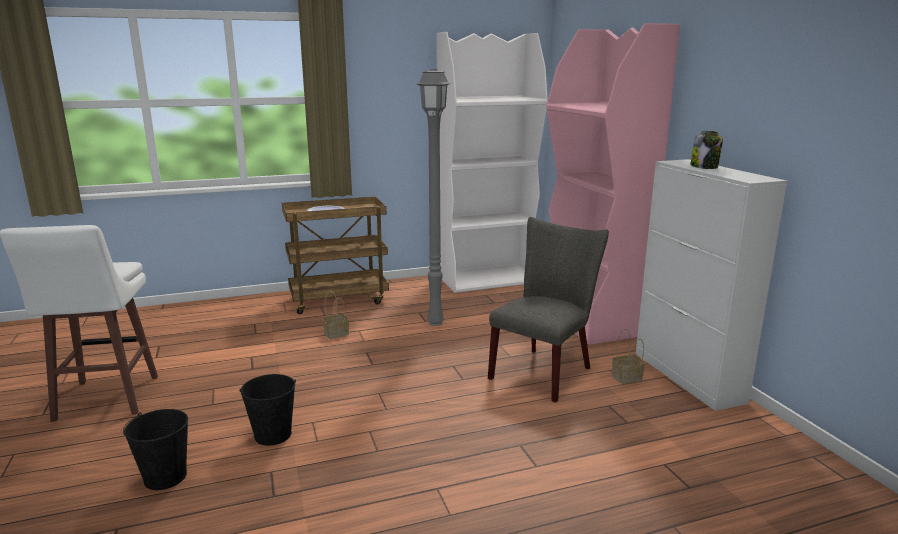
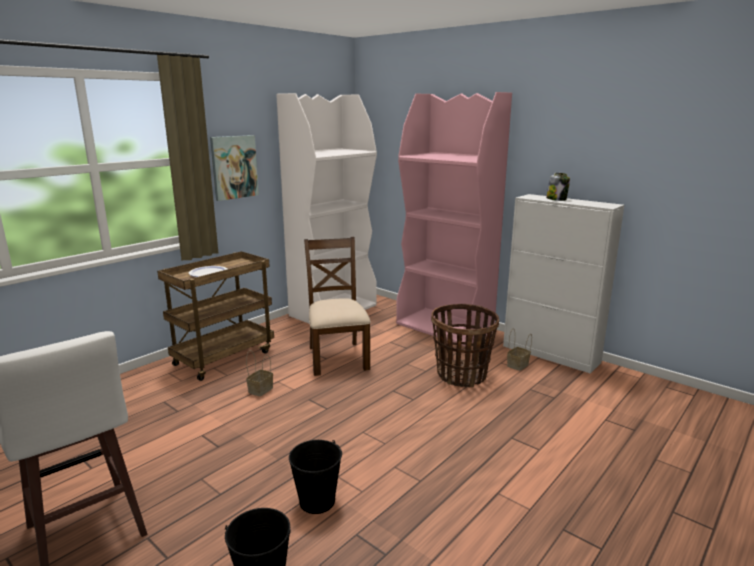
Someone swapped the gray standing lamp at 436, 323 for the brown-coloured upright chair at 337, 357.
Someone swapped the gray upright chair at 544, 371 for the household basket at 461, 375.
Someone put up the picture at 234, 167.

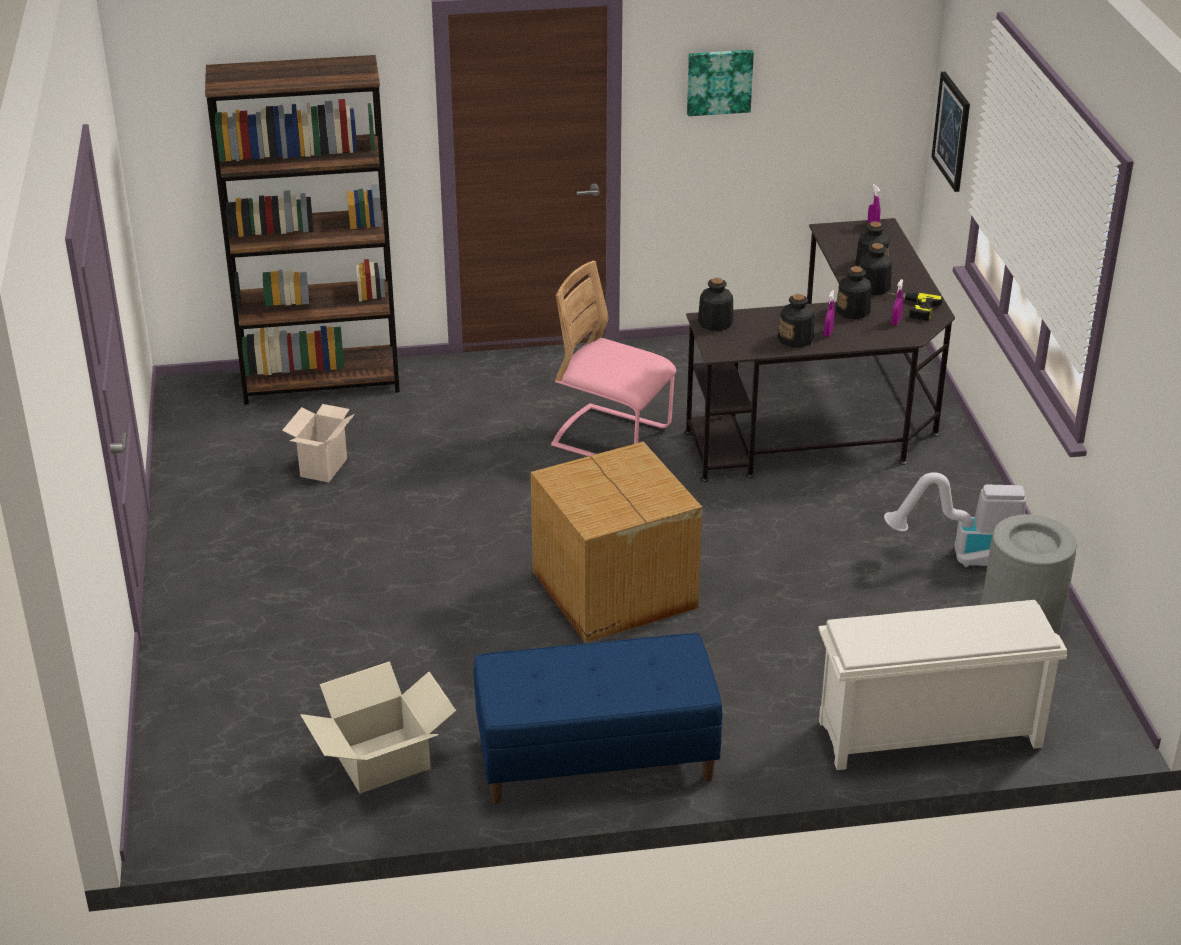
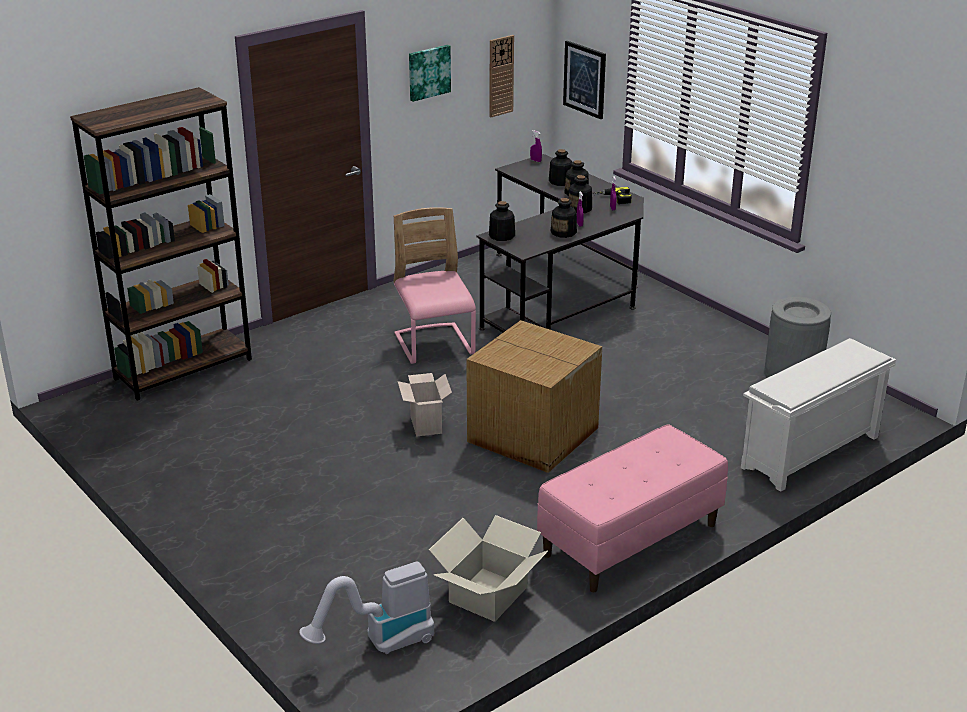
Someone carried the cardboard box from 323, 466 to 424, 424.
Someone repainted the blue-coloured bench at 595, 760, which became the pink-coloured bench at 630, 540.
Someone rotated the pink-coloured upright chair at 611, 438 by 75 degrees clockwise.
Someone carried the vacuum cleaner from 962, 557 to 379, 644.
Someone put up the hanging clock at 500, 76.

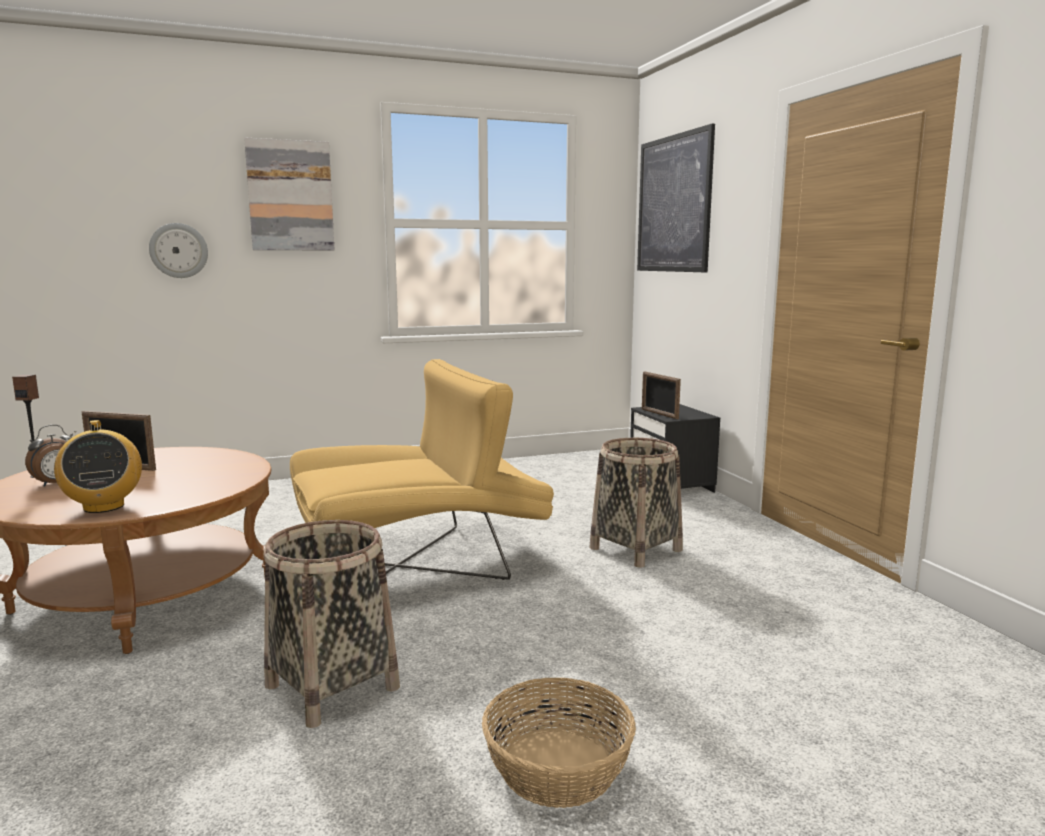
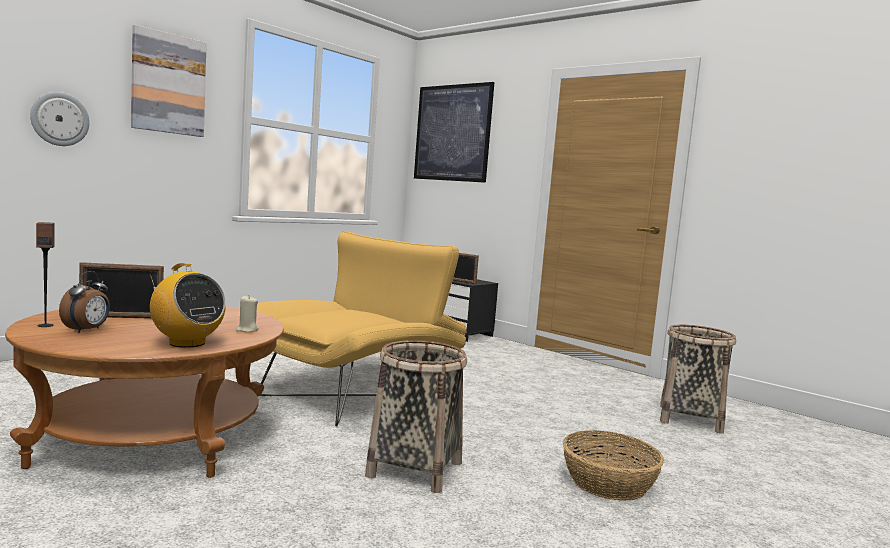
Someone carried the household basket from 636, 549 to 690, 419.
Someone put down the beige wax candle at 247, 330.

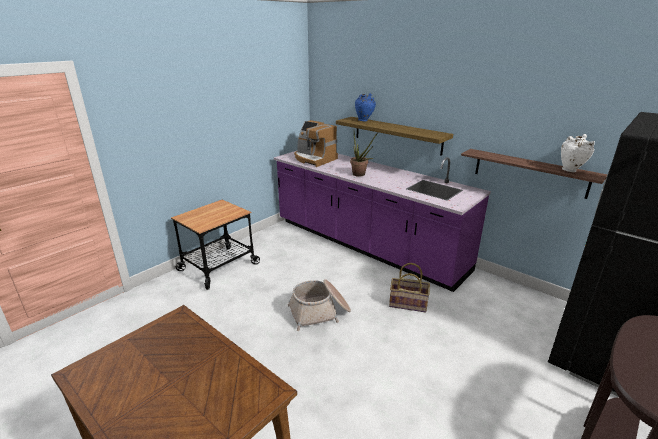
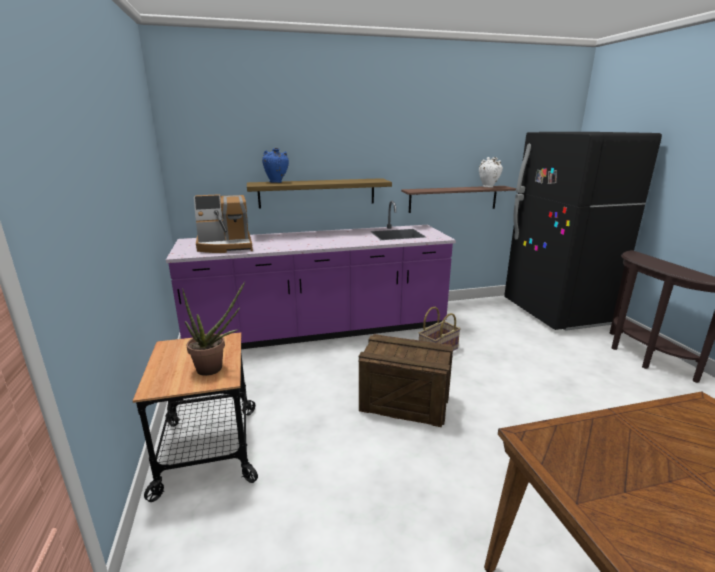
Someone swapped the household basket at 320, 312 for the crate at 405, 403.
Someone carried the plant in a pot from 360, 175 to 215, 368.

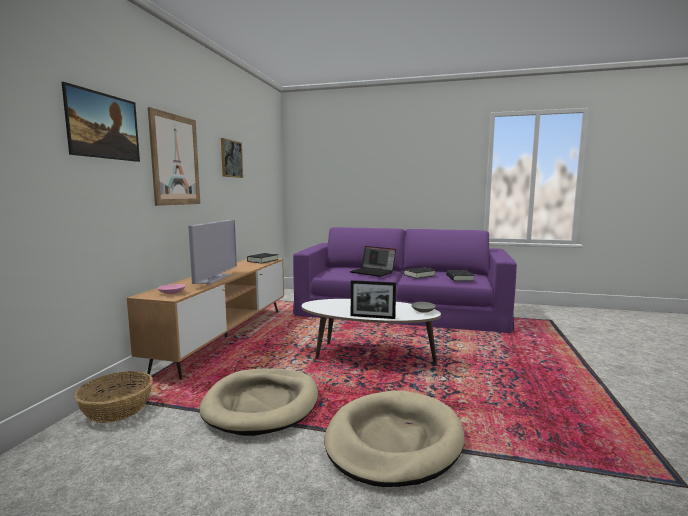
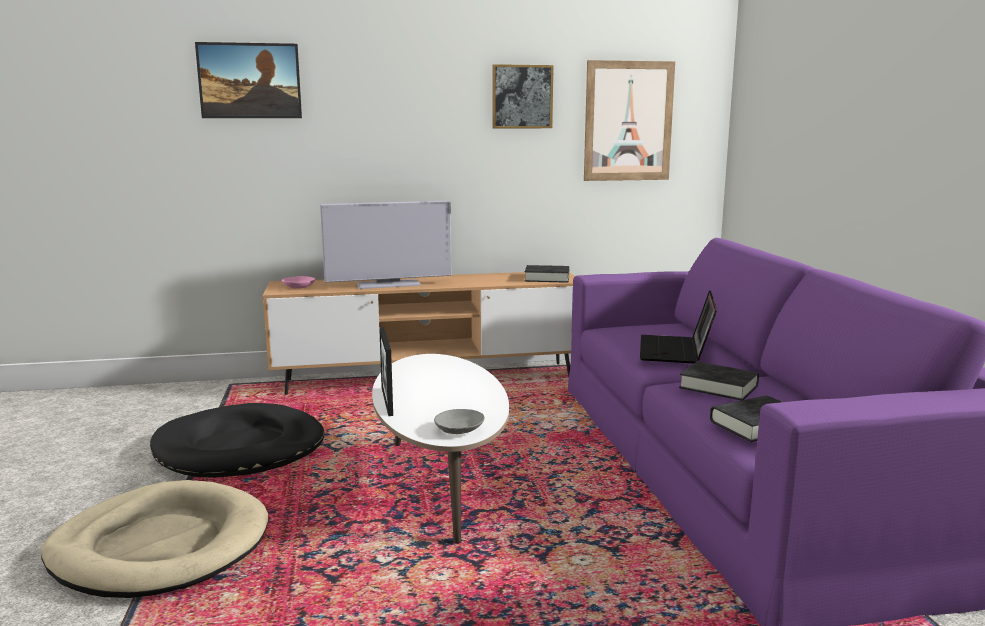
Someone took away the household basket at 116, 409.
Someone carried the picture from 175, 160 to 628, 121.
Someone repainted the beige pet bed at 262, 404, which became the black pet bed at 240, 448.

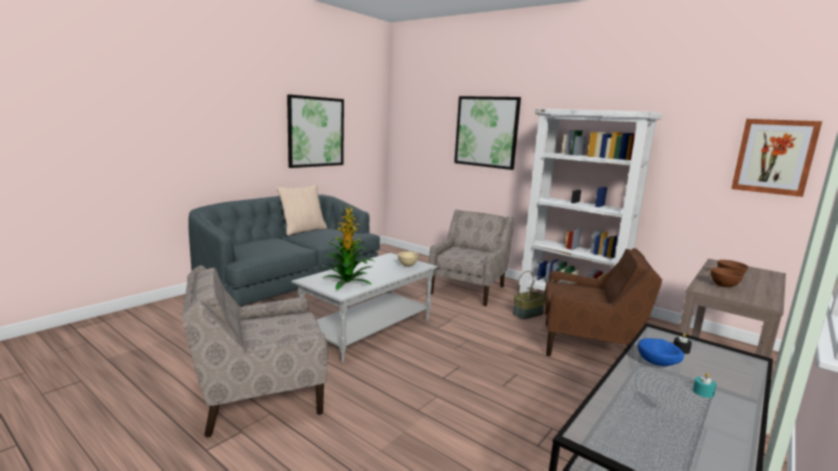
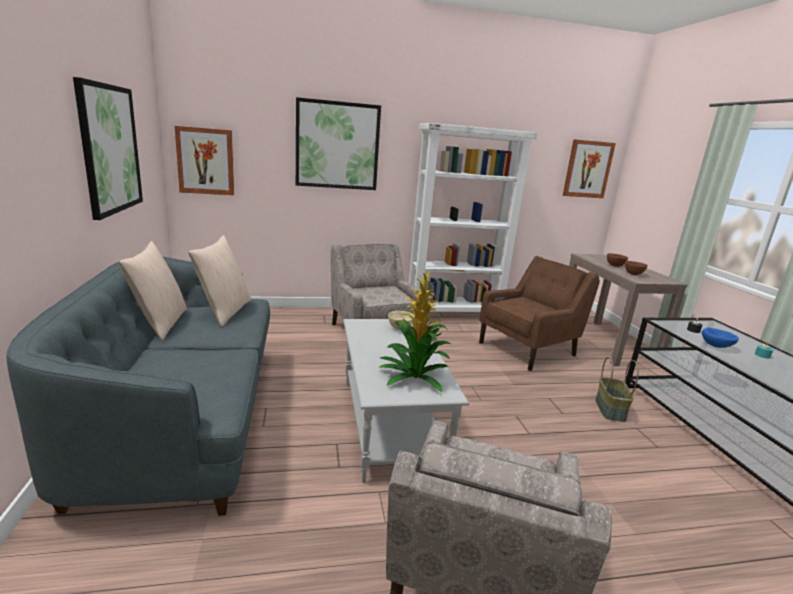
Someone carried the household basket from 528, 314 to 611, 410.
Someone put up the picture at 205, 161.
Someone put down the beige throw pillow at 224, 311.

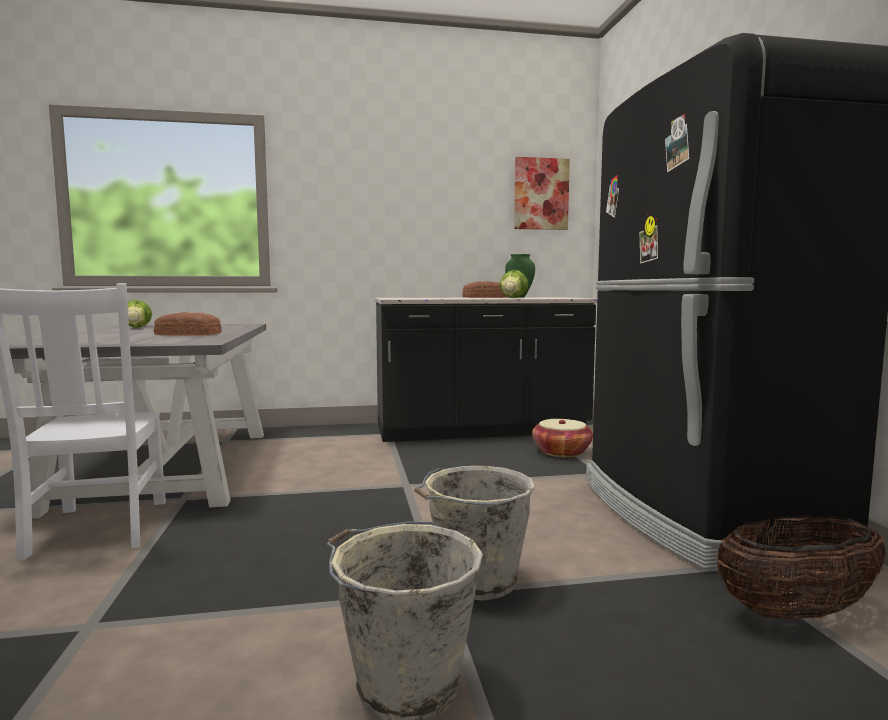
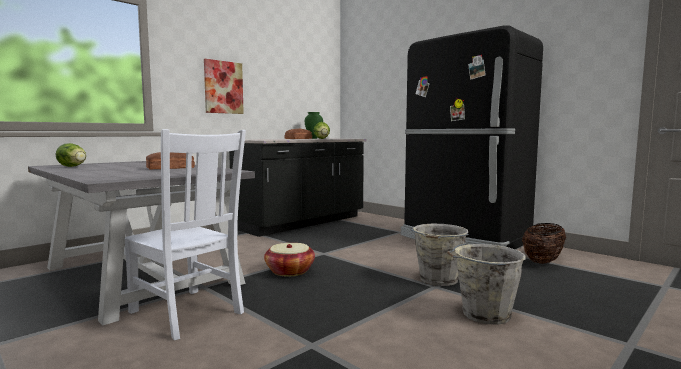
Someone carried the picture from 541, 194 to 223, 87.
Someone carried the household basket from 561, 452 to 290, 271.

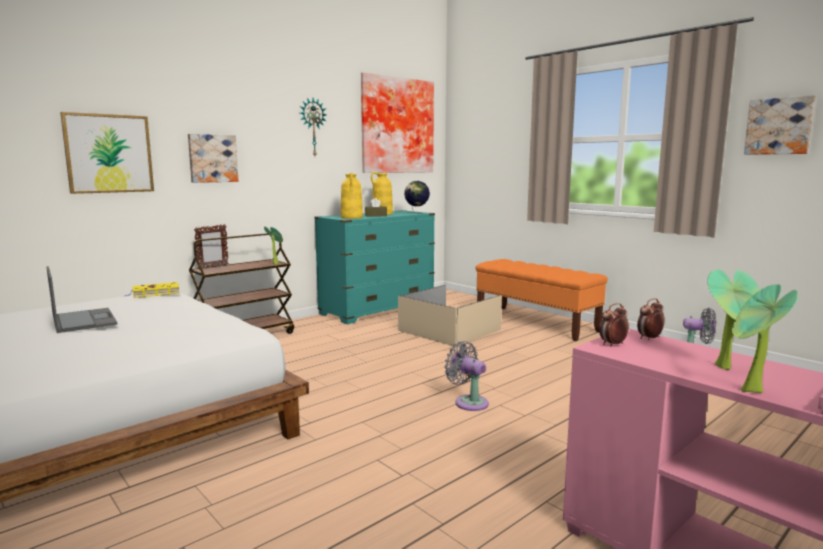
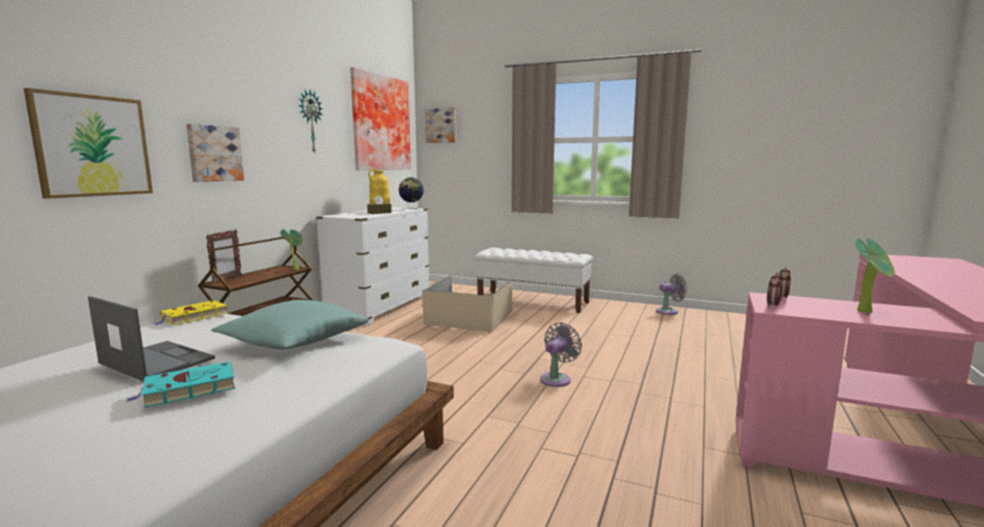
Someone repainted the blue-green chest of drawers at 378, 310, which became the white-coloured chest of drawers at 381, 307.
Someone took away the yellow-coloured vase at 352, 217.
Someone rotated the gray fan at 468, 402 by 105 degrees clockwise.
Someone repainted the orangey bench at 536, 323, which became the white-coloured bench at 533, 302.
Someone took away the plant in a pot at 751, 392.
Someone carried the picture from 779, 126 to 441, 125.
Someone put down the blue-green book at 187, 389.
Someone put down the blue-green throw pillow at 294, 342.

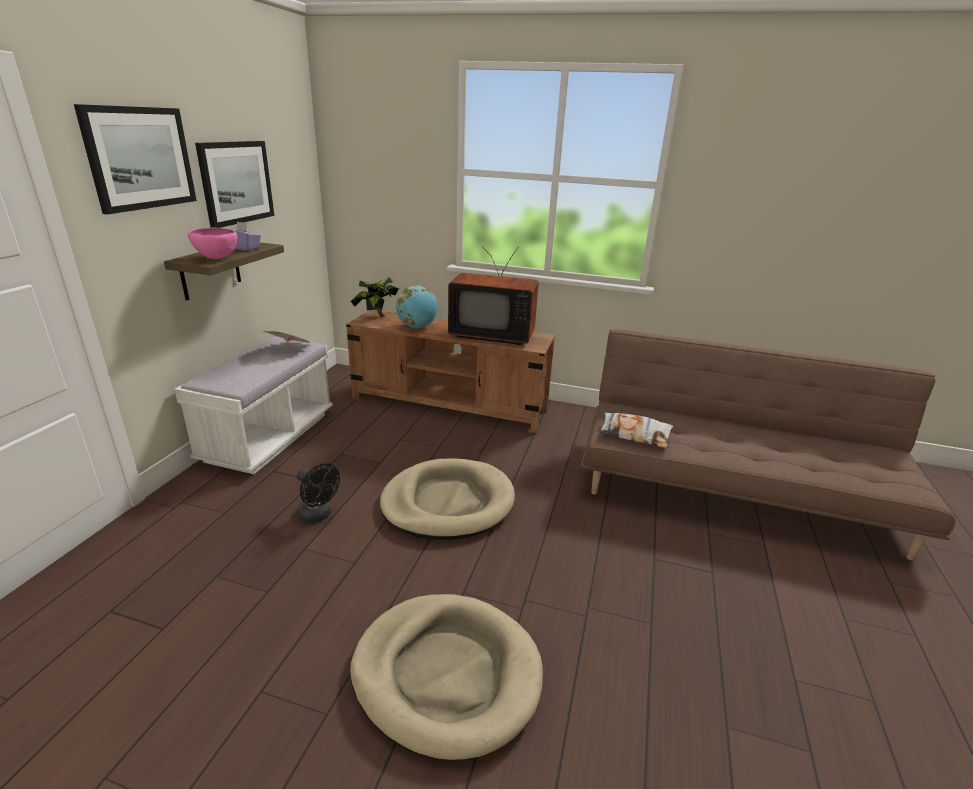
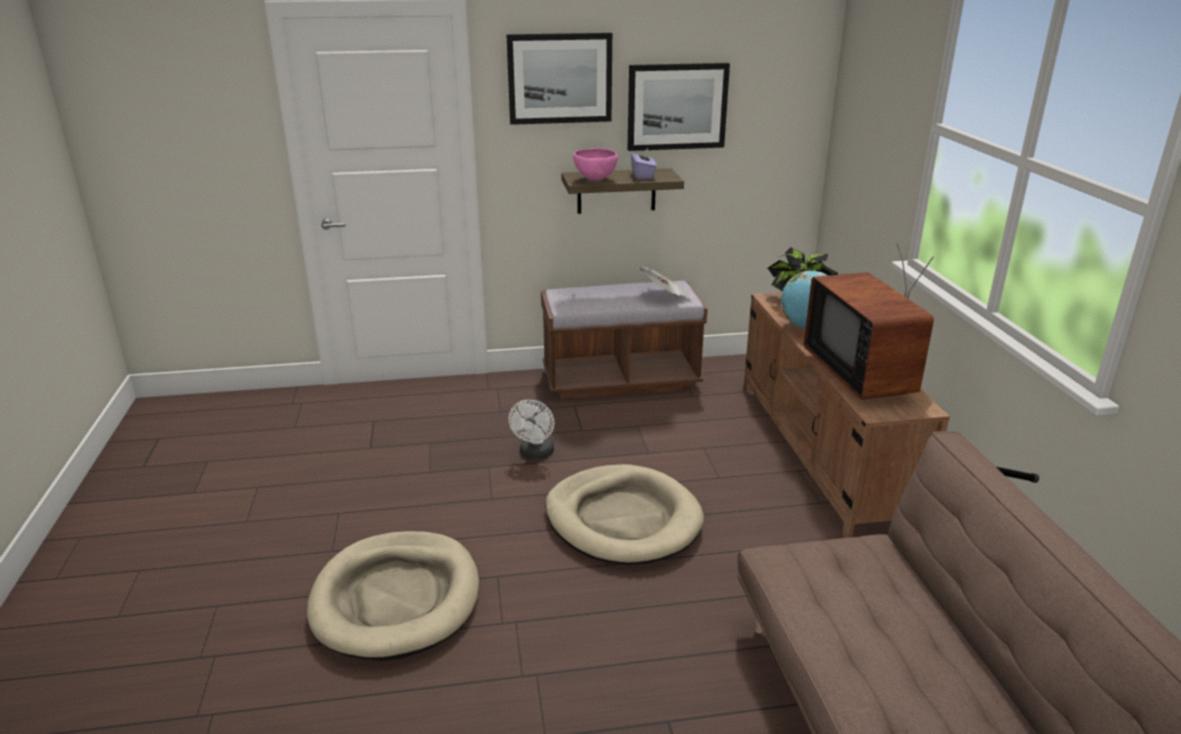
Someone repainted the white-coloured bench at 269, 437, which became the brown-coloured bench at 620, 380.
Someone repainted the black fan at 318, 515, which became the white-coloured fan at 535, 454.
Someone took away the throw pillow at 635, 434.

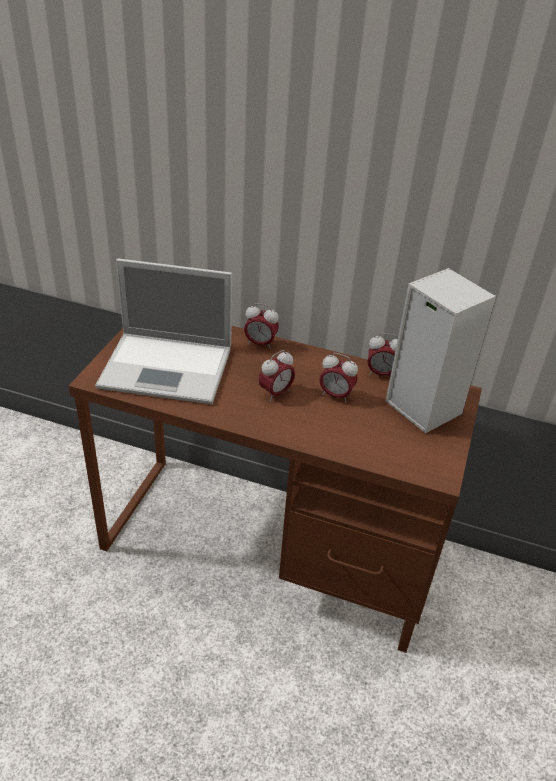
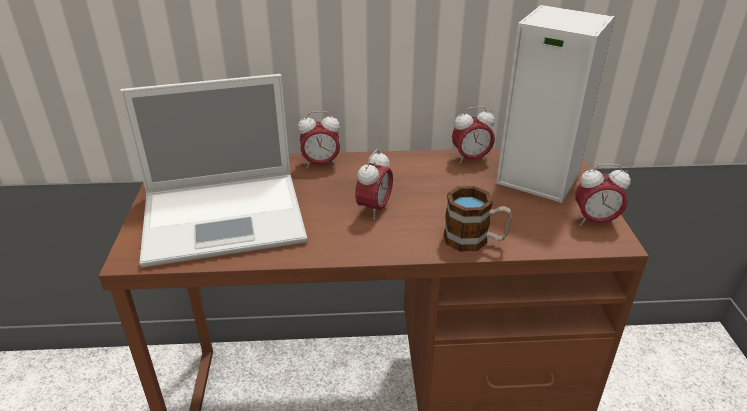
Someone carried the table clock from 335, 395 to 595, 221.
Someone put down the mug at 475, 240.

